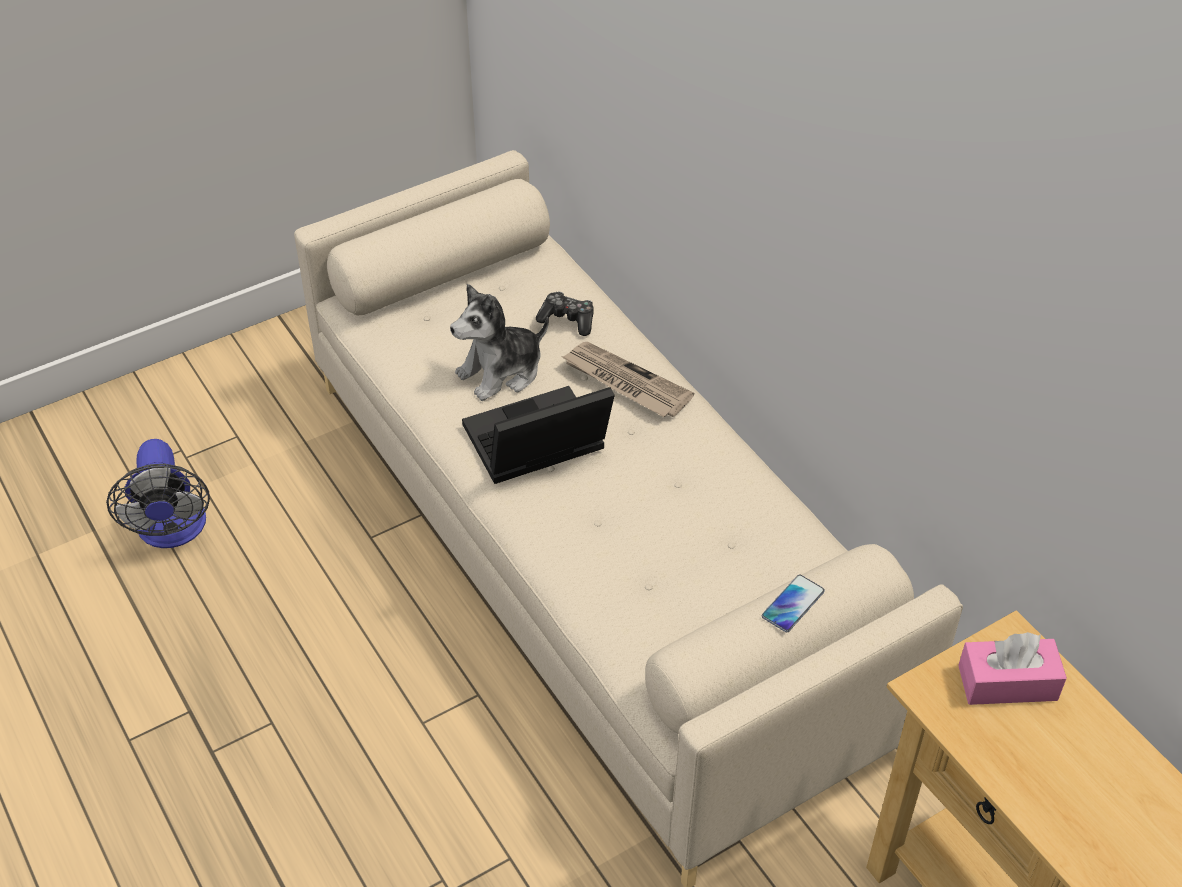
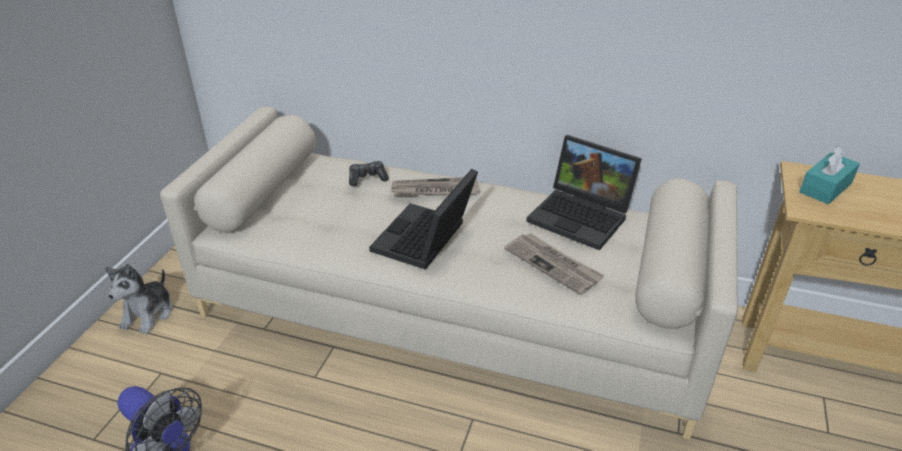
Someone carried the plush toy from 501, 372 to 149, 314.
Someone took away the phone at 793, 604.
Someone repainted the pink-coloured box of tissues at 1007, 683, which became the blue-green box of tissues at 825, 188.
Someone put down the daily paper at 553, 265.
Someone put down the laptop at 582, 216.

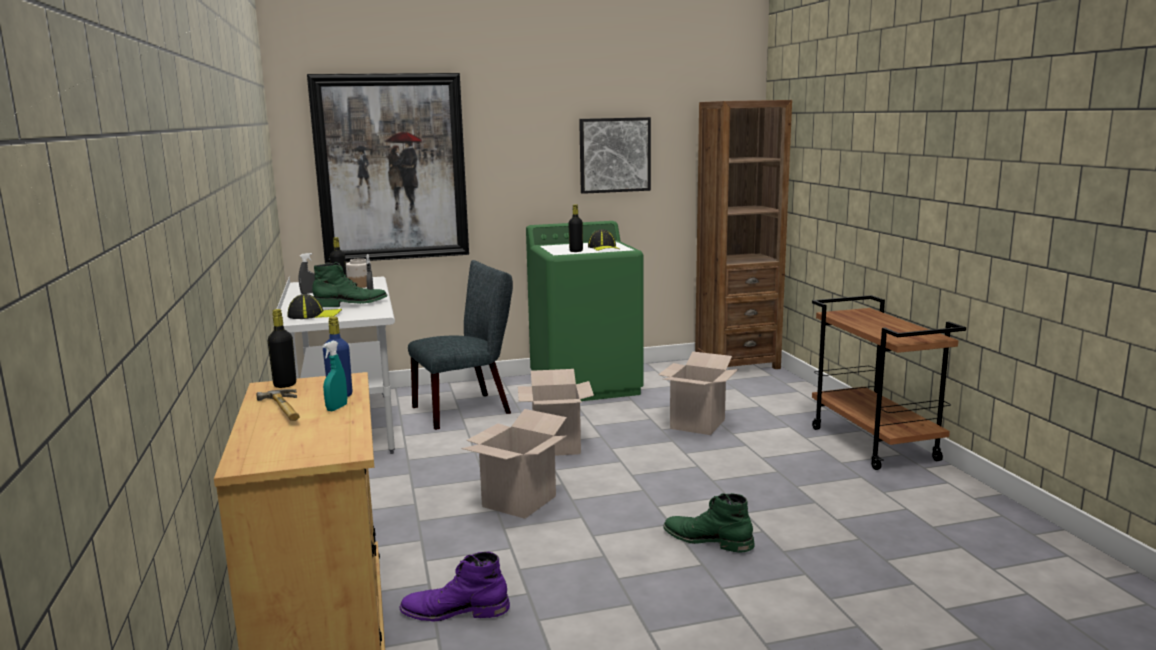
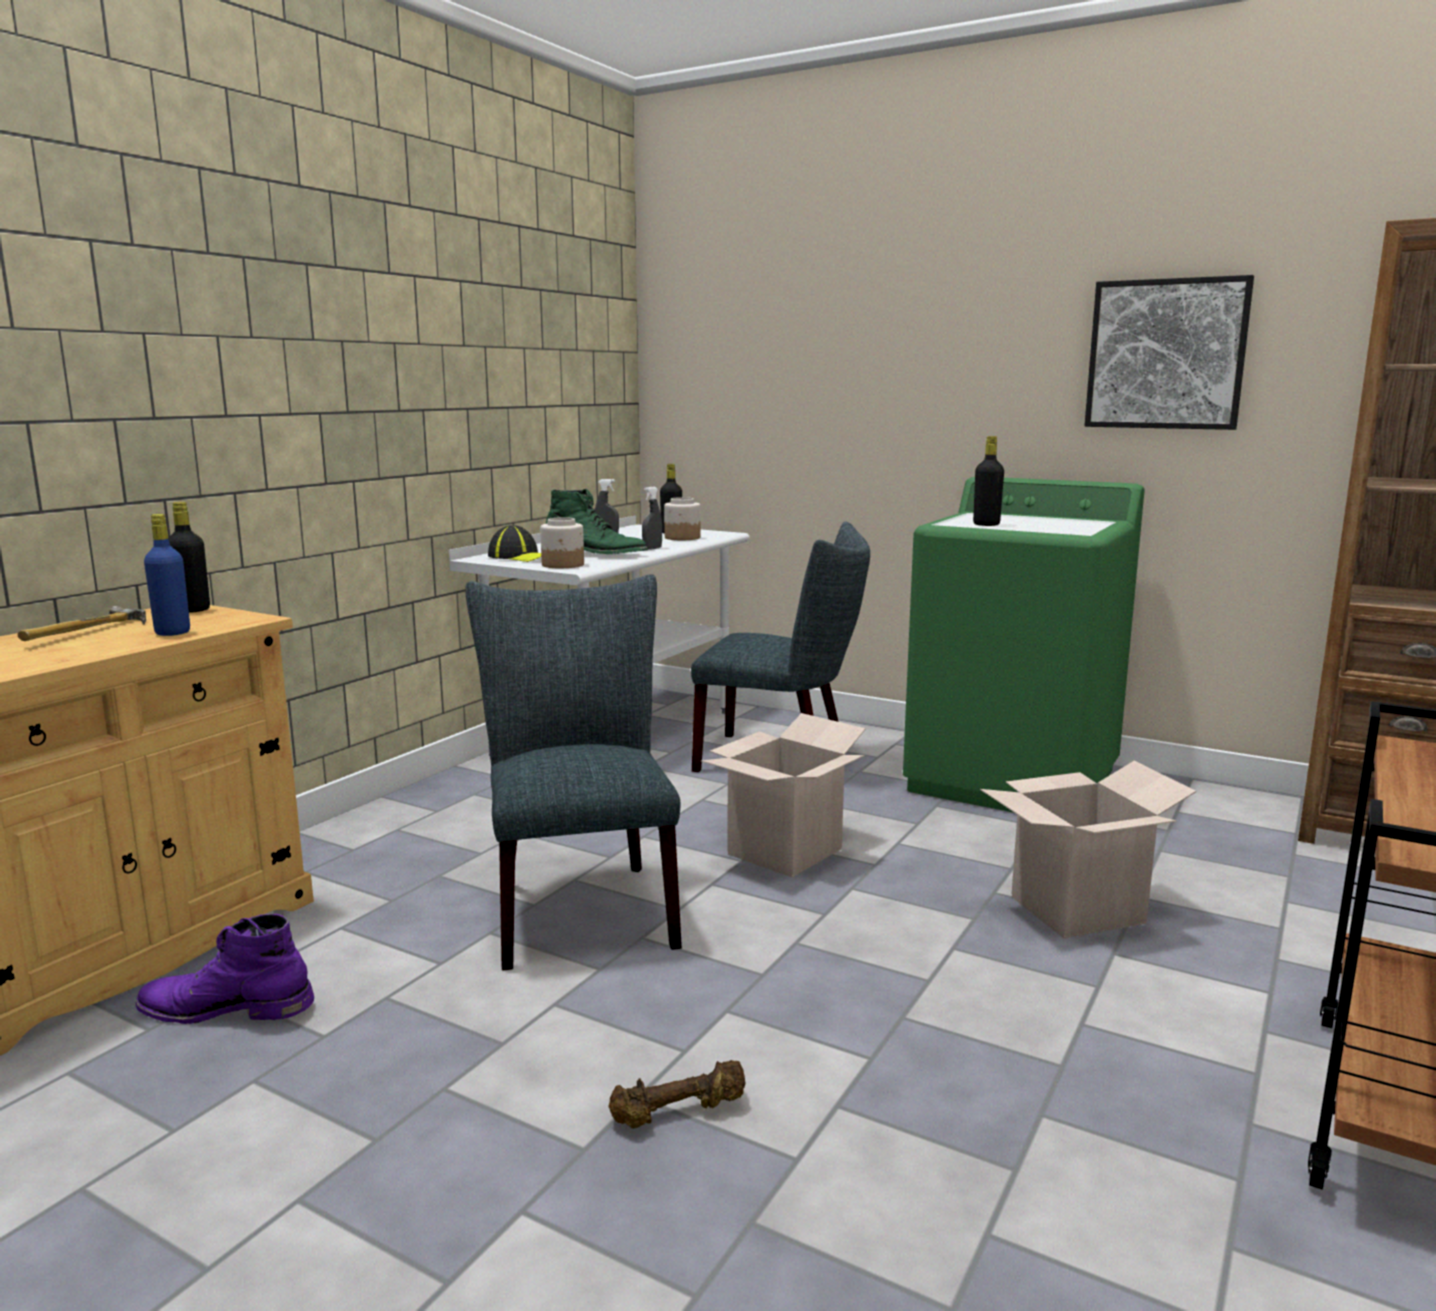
Someone took away the picture at 391, 168.
Someone took away the blue-green sprayer at 337, 408.
Someone rotated the purplish high-top boot at 455, 611 by 45 degrees counterclockwise.
Someone swapped the cardboard box at 519, 501 for the gray upright chair at 579, 906.
Someone took away the baseball cap at 604, 248.
Someone swapped the green high-top boot at 708, 539 for the brown-coloured hand weight at 679, 1113.
Someone put down the storage jar at 563, 565.

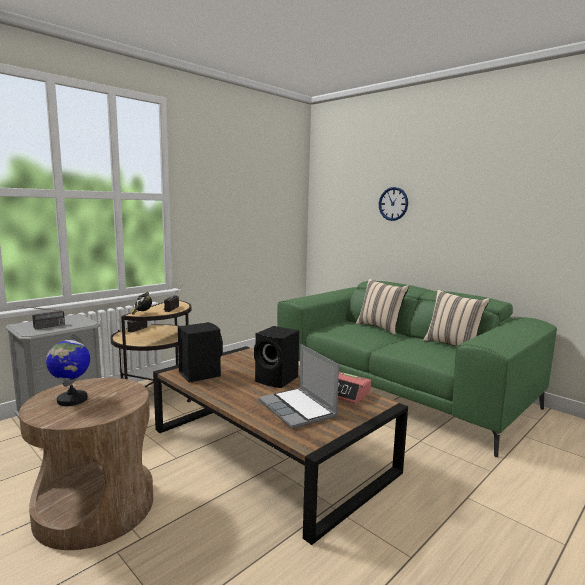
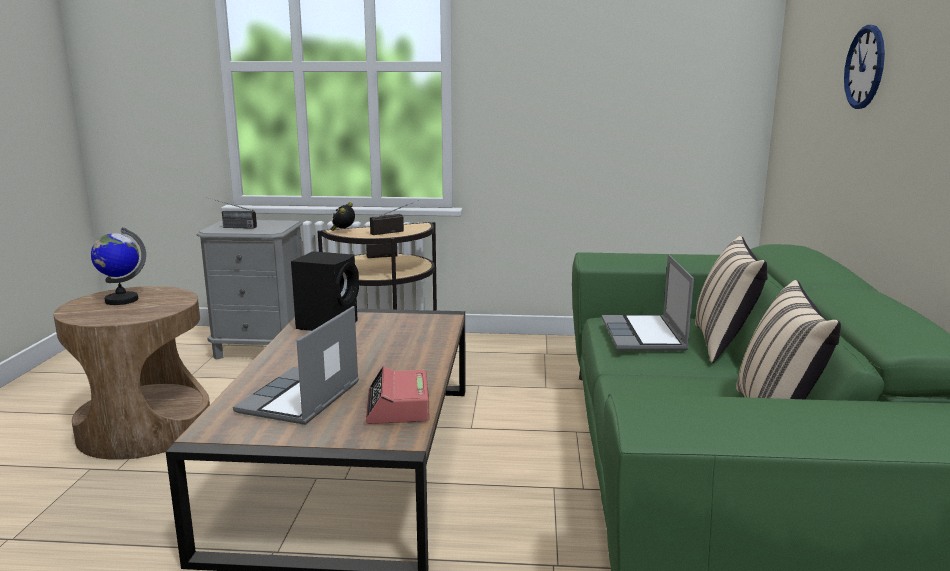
Someone took away the black loudspeaker at 277, 380.
Someone put down the laptop at 644, 336.

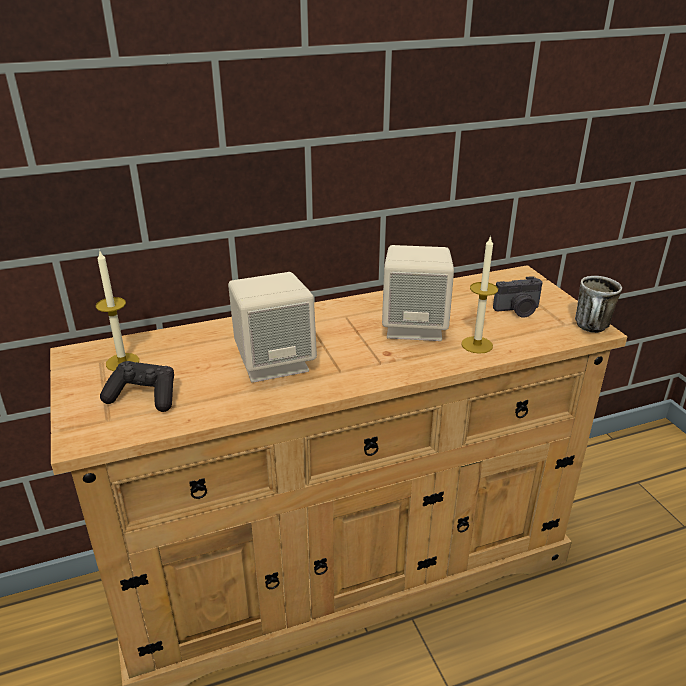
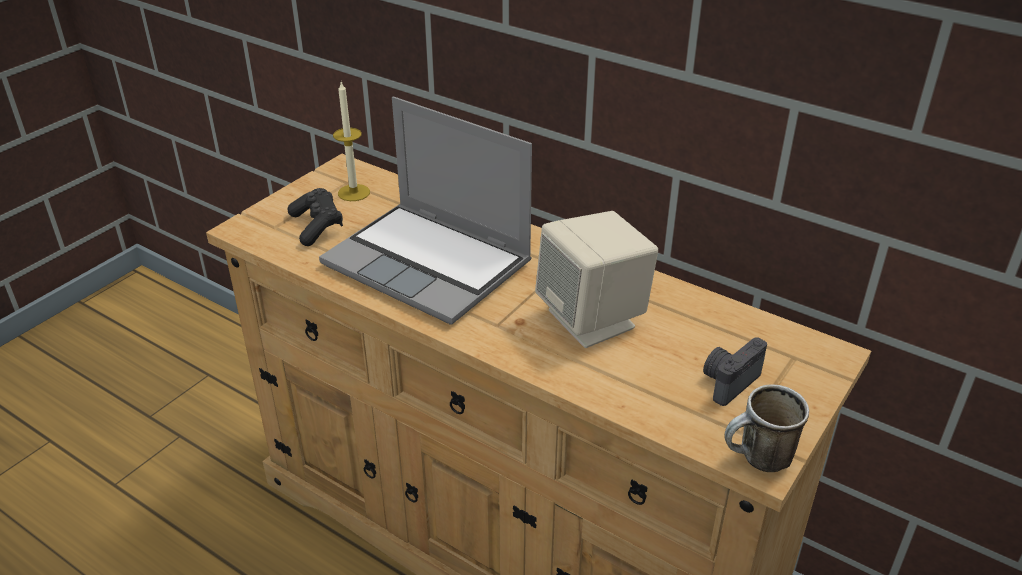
Someone swapped the beige loudspeaker at 274, 363 for the laptop at 430, 264.
Someone took away the wax candle at 477, 345.
Someone rotated the still camera at 518, 310 by 90 degrees clockwise.

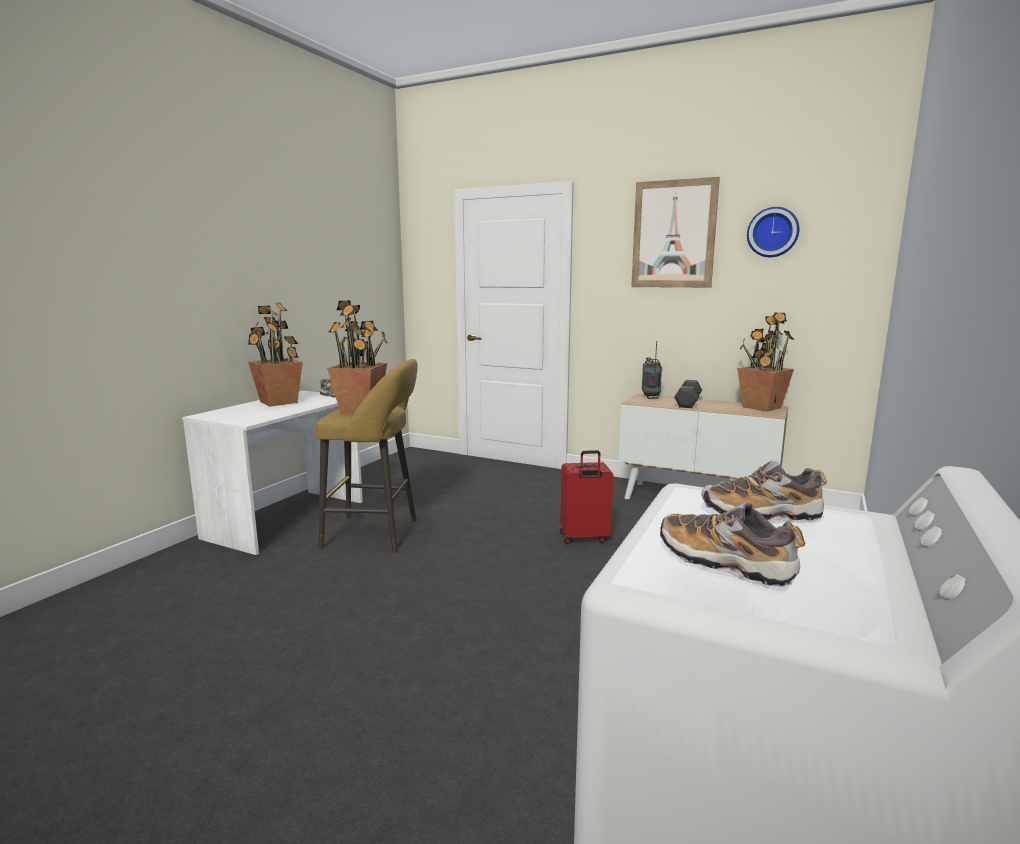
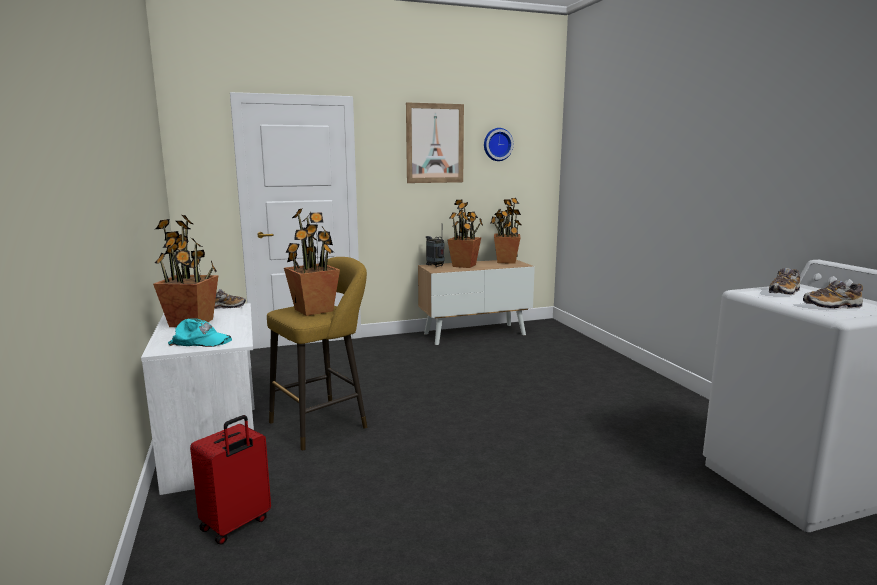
Someone carried the reddish travel case from 584, 538 to 236, 525.
Someone swapped the gray hand weight at 687, 403 for the plant in a pot at 464, 265.
Someone put down the blue-green baseball cap at 201, 341.

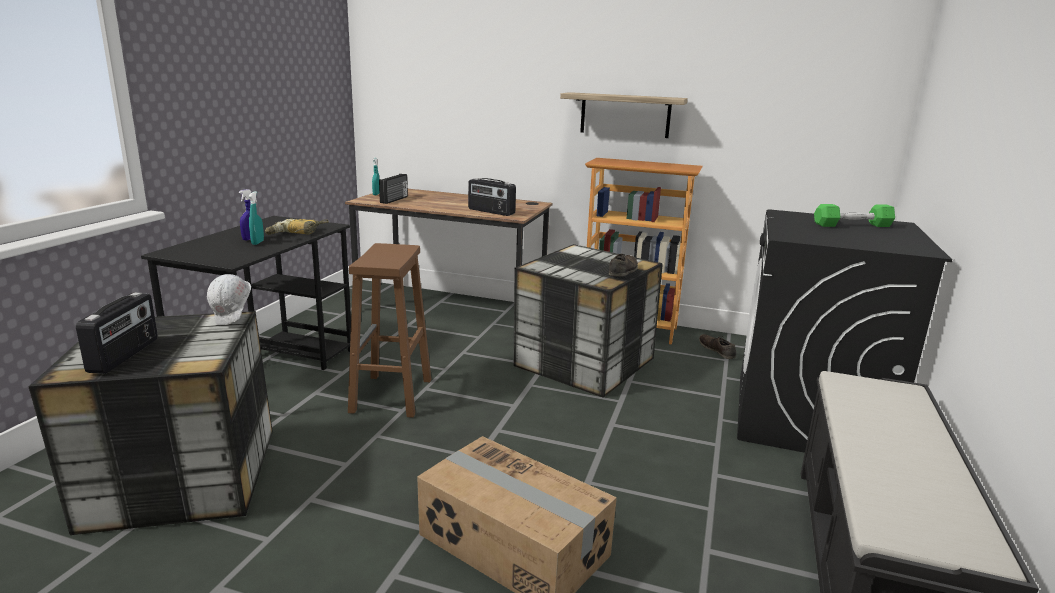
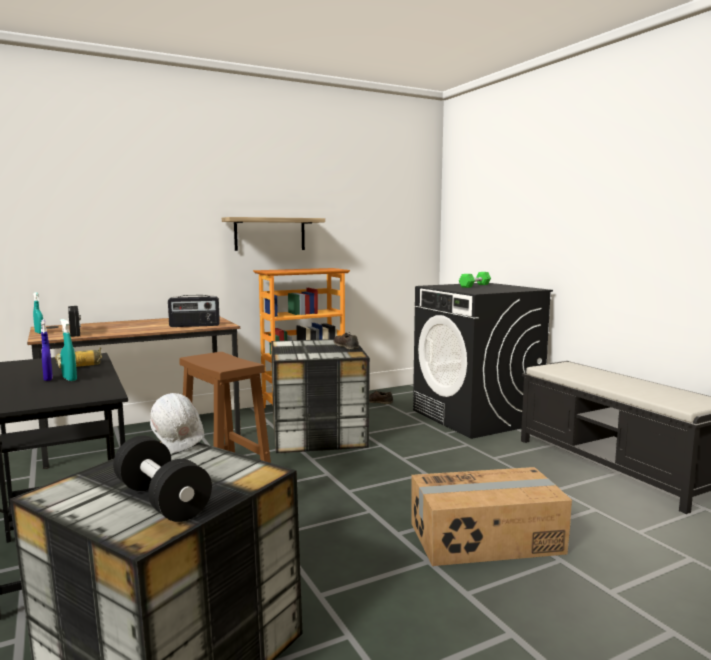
Someone swapped the radio set at 125, 355 for the black hand weight at 162, 500.

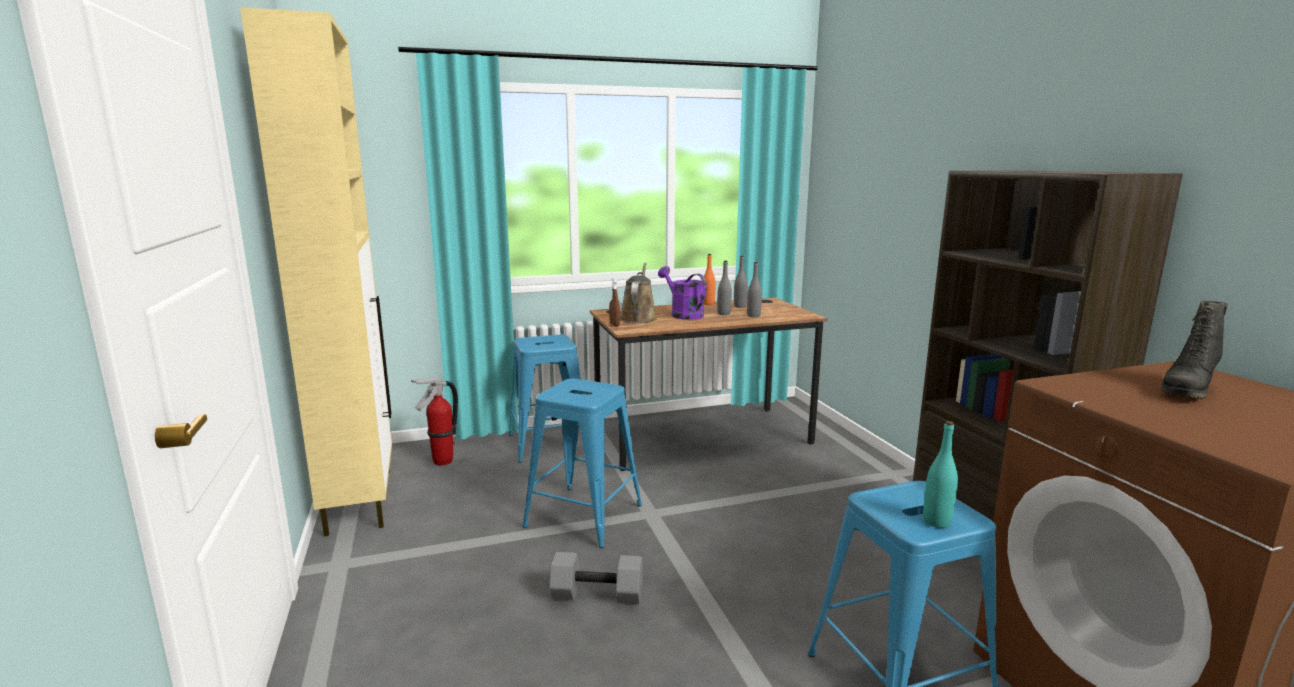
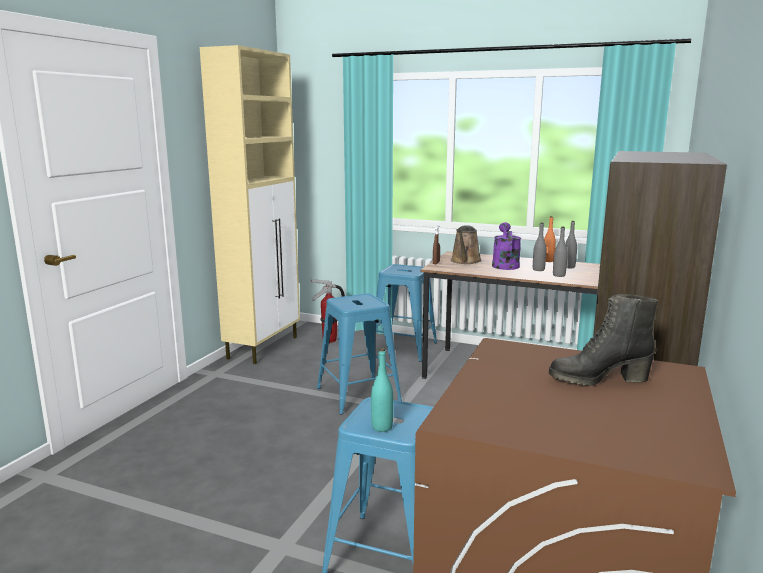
Someone took away the gray hand weight at 596, 595.
Someone rotated the brown-coloured sprinkling can at 638, 318 by 150 degrees clockwise.

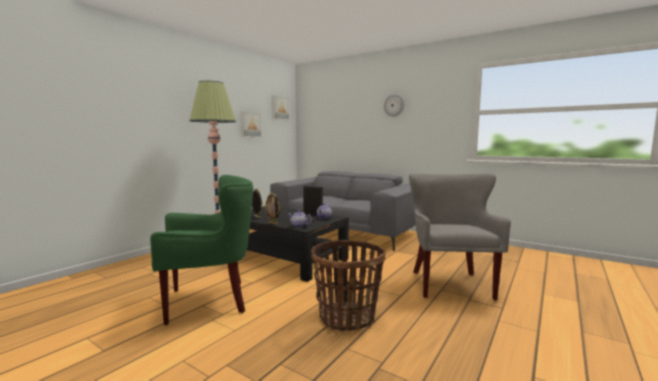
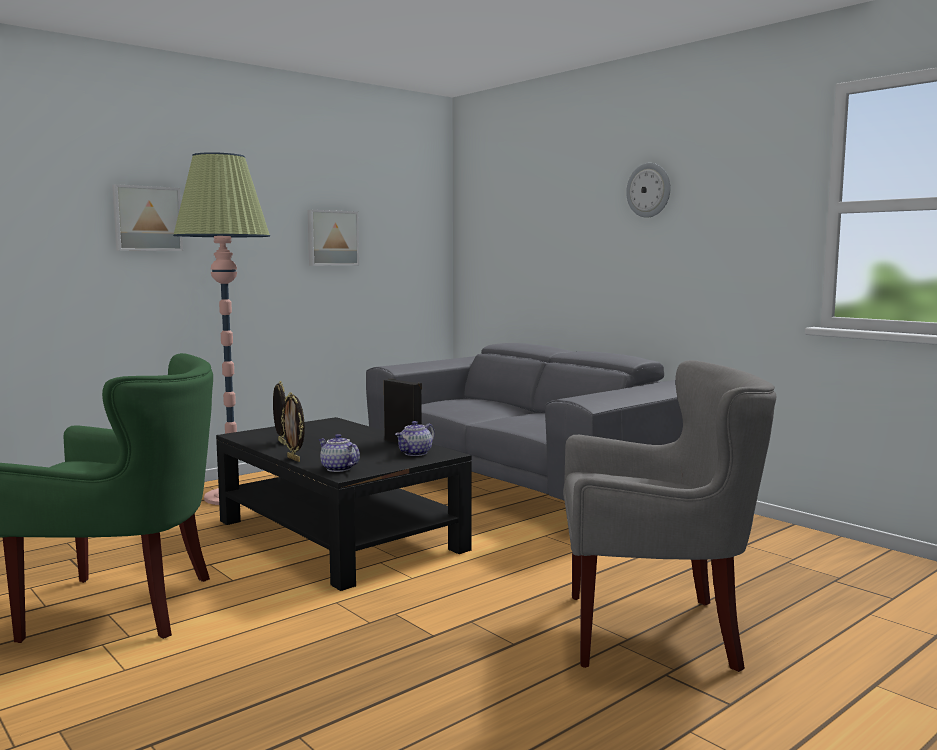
Someone carried the picture from 279, 108 to 147, 218.
Someone took away the household basket at 347, 318.
Someone rotated the gray easy chair at 450, 284 by 75 degrees clockwise.

